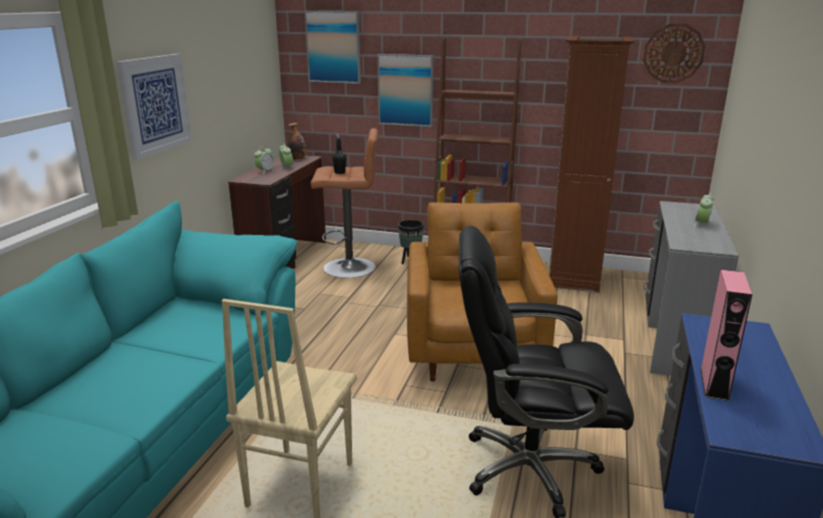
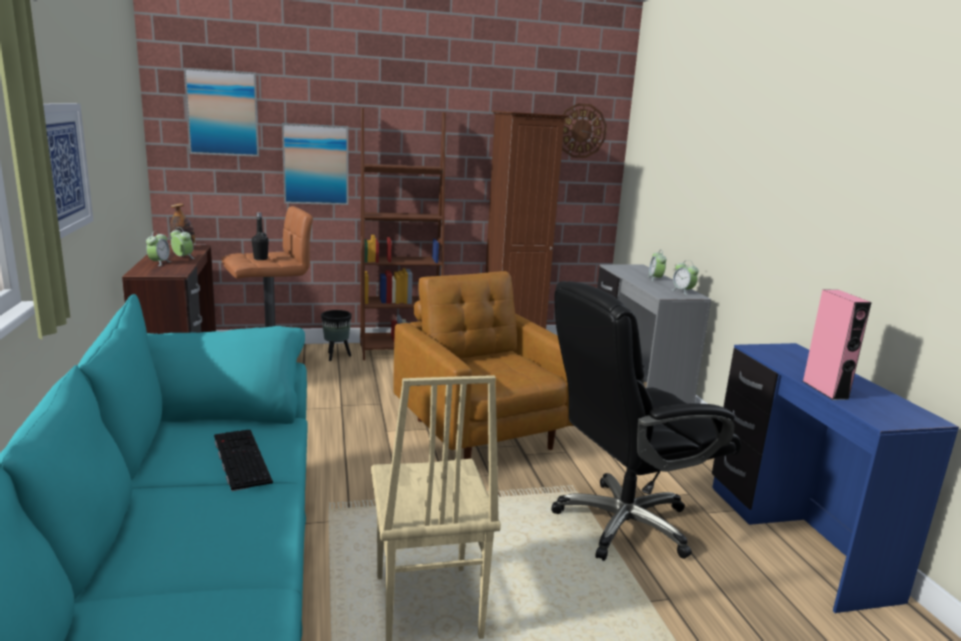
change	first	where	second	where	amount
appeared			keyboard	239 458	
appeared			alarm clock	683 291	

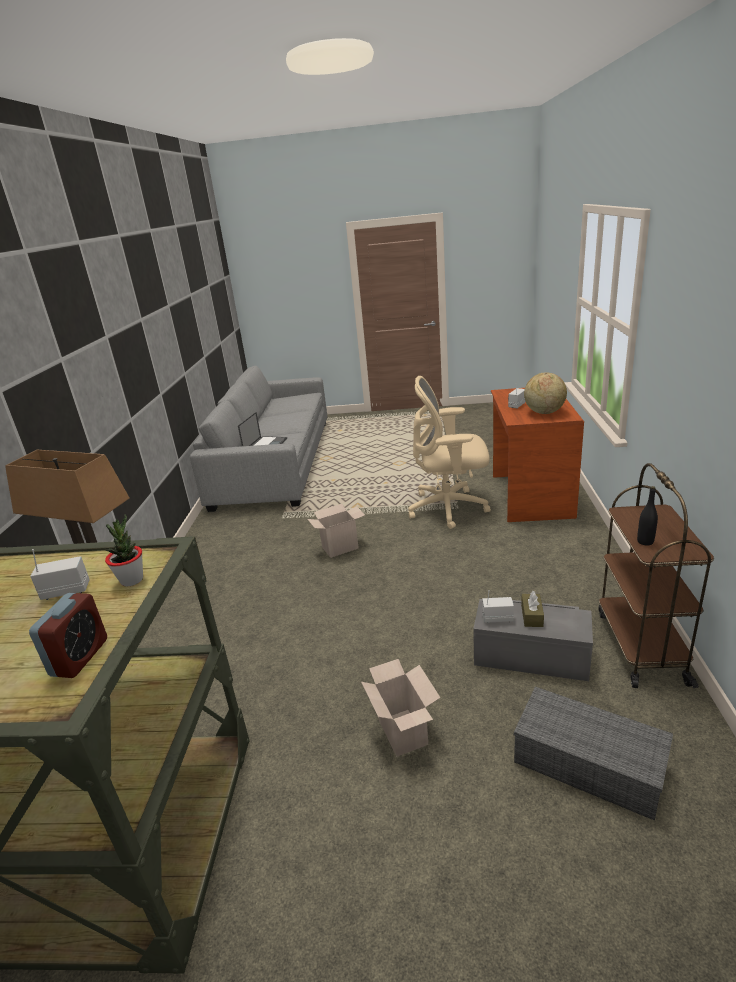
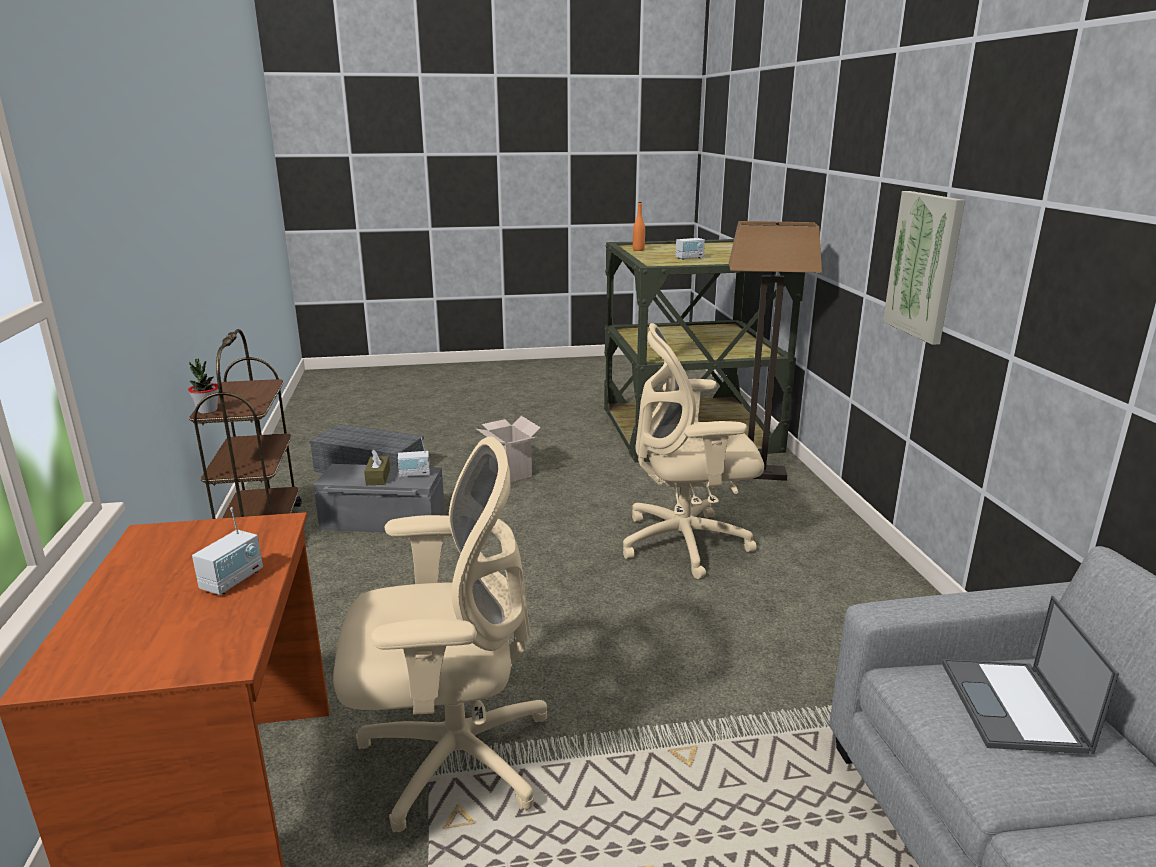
change	first	where	second	where	amount
missing	cardboard box	340 547			
missing	globe	544 412			
missing	black bottle	645 541			
appeared			beige office chair	691 540	
appeared			picture	924 265	
relocated	potted plant	132 580		207 410	
exchanged	alarm clock	80 657	orange bottle	638 250	

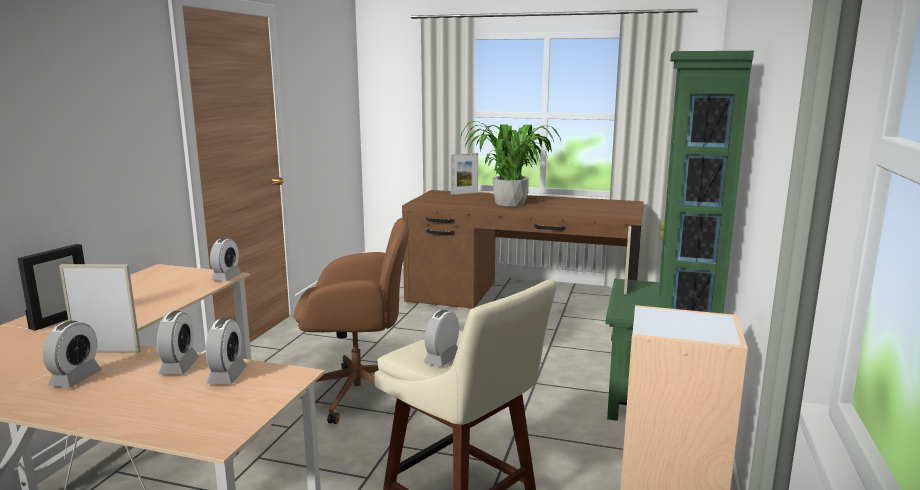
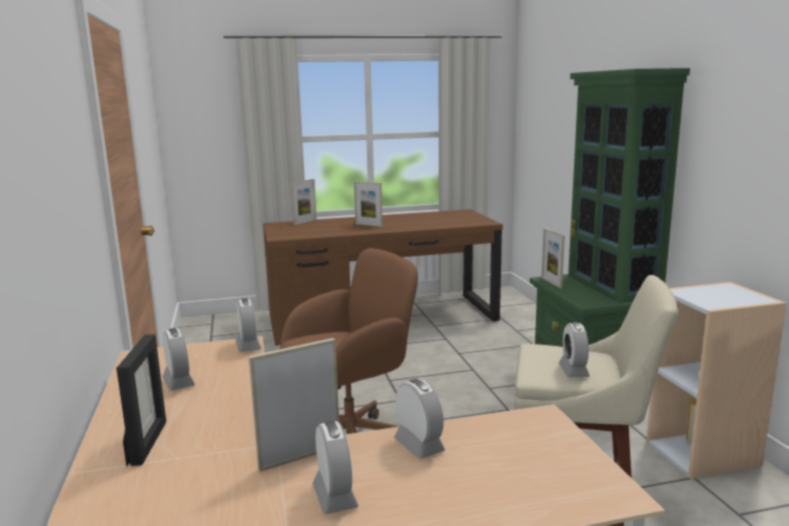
change	first	where	second	where	amount
relocated	alarm clock	227 375		179 382	
exchanged	potted plant	510 203	picture frame	368 225	

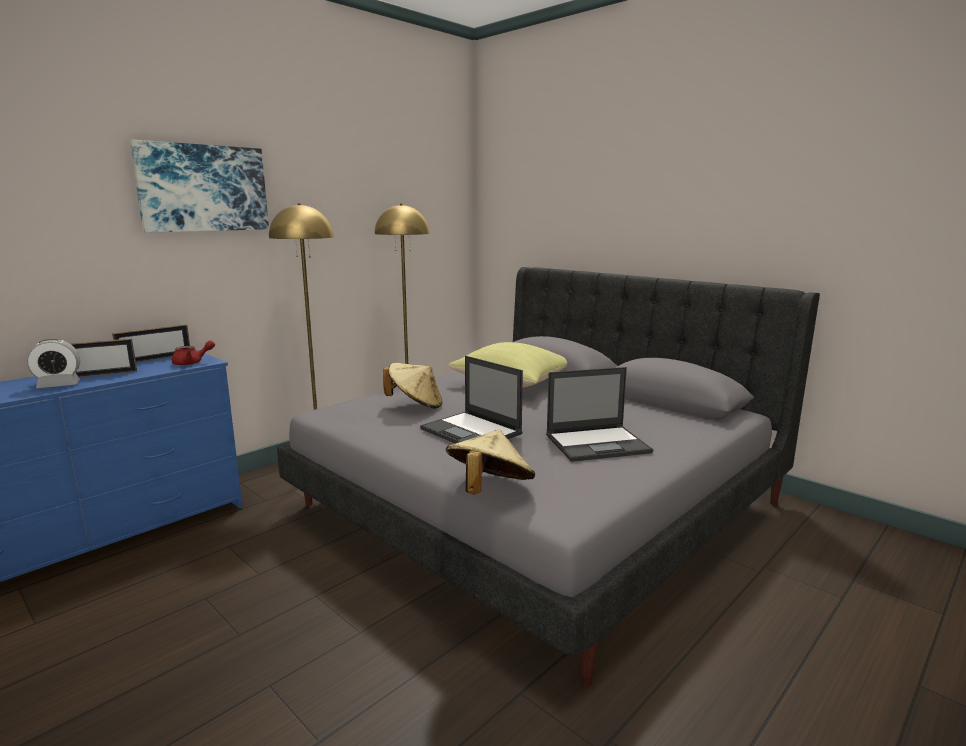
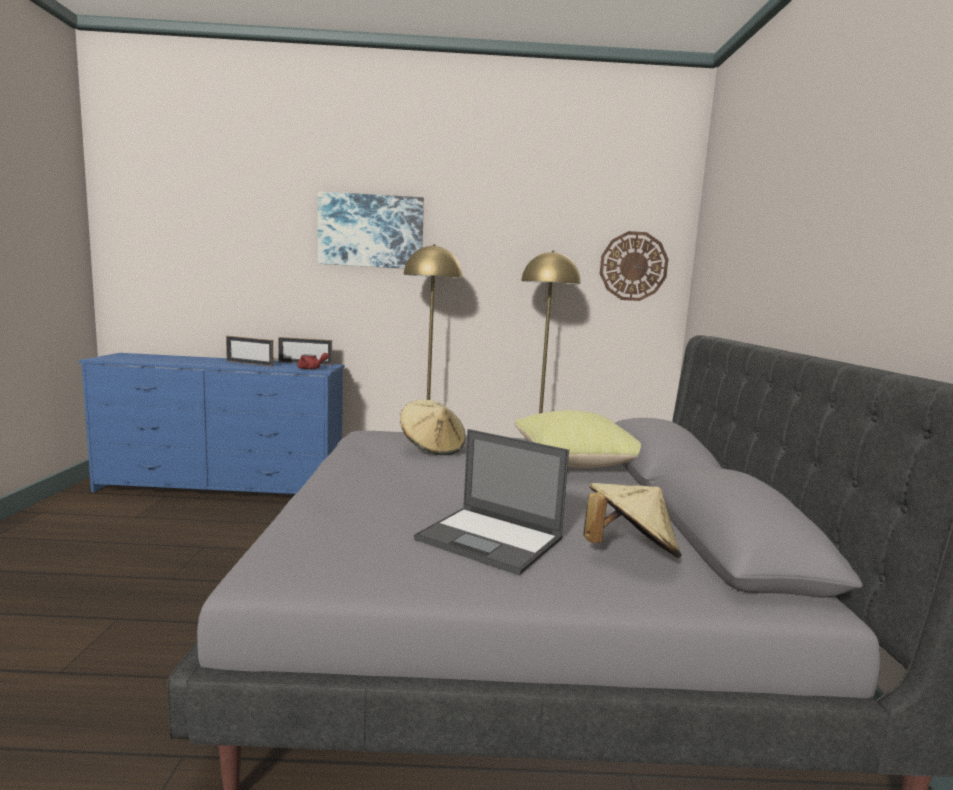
change	first	where	second	where	amount
missing	alarm clock	58 385			
missing	laptop	472 431			
appeared			wall clock	633 266	
relocated	beige hat	489 490		629 552	

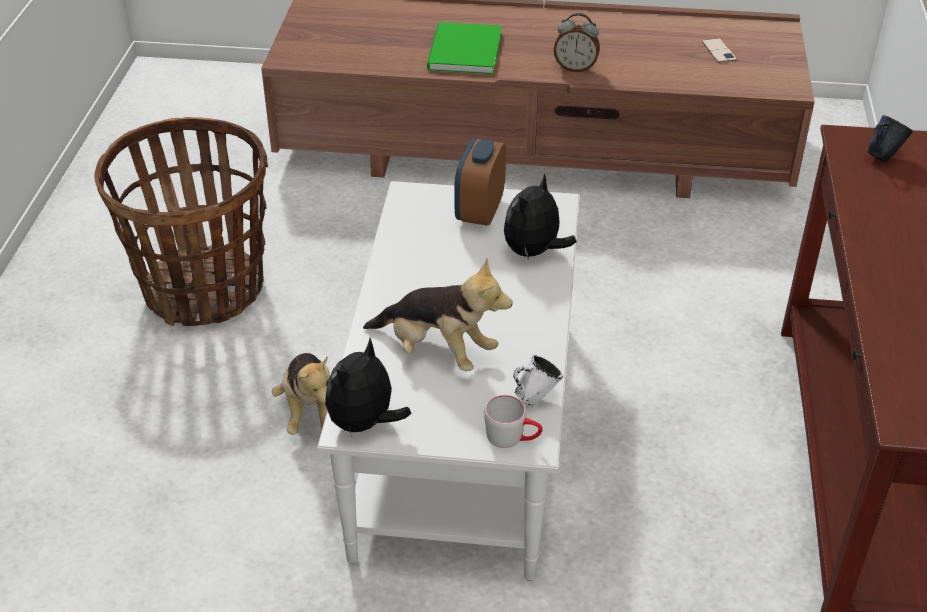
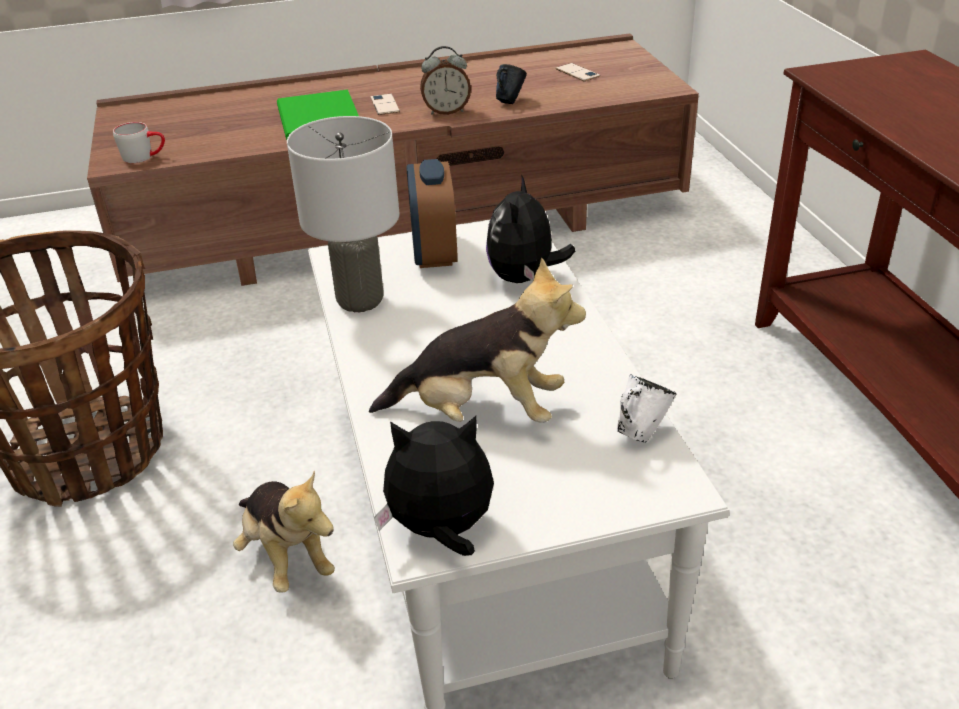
change	first	where	second	where	amount
appeared			white table lamp	362 302	
appeared			phone	385 105	
relocated	grey mug	513 437		145 157	
relocated	blue mug	883 156		509 101	
spun	plush toy	364 423		441 531	75 degrees clockwise

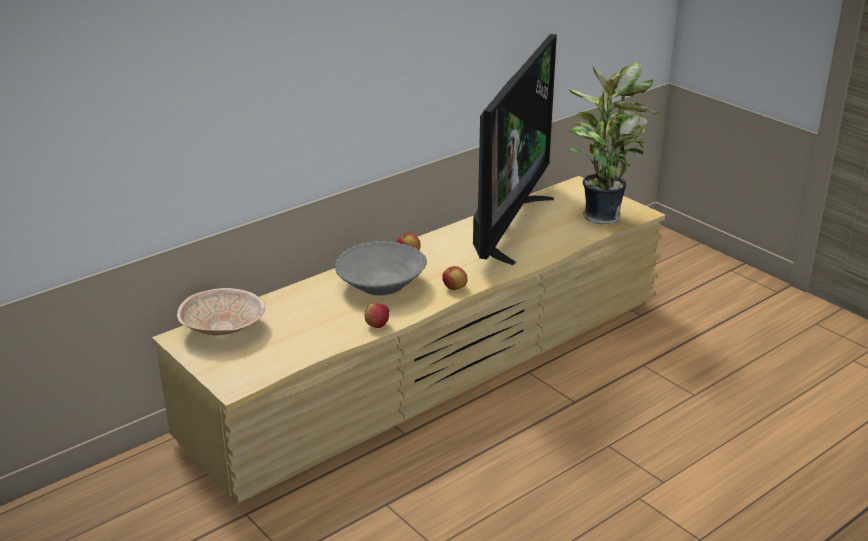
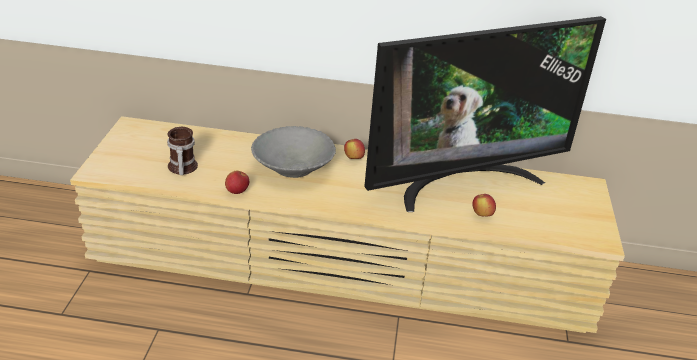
change	first	where	second	where	amount
missing	beige bowl	224 329			
missing	potted plant	603 215			
appeared			mug	181 168	
relocated	apple	454 288		482 214	

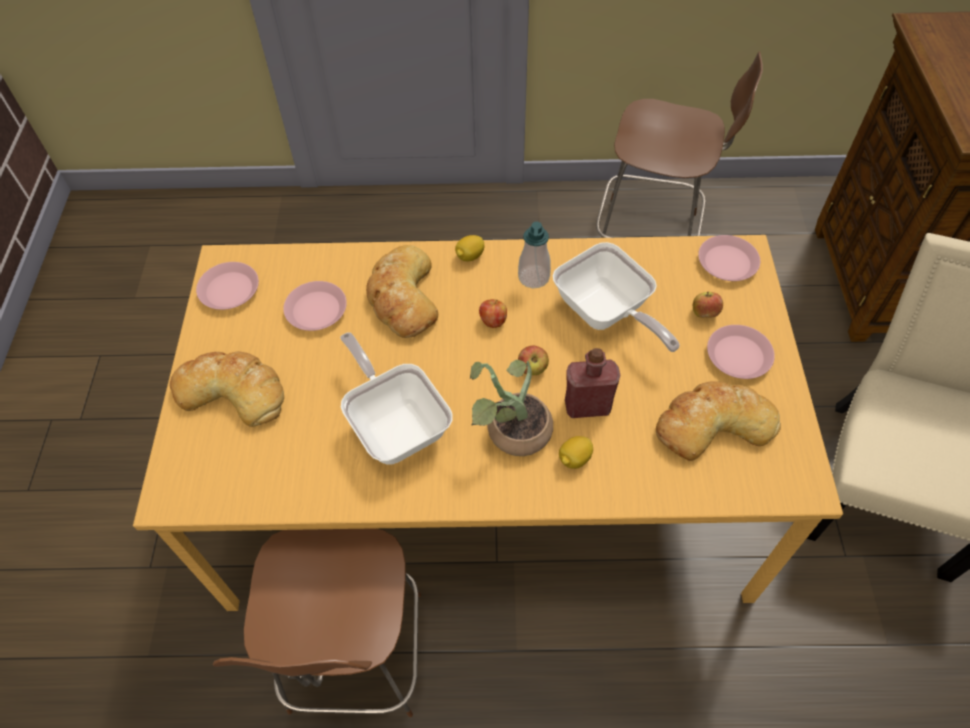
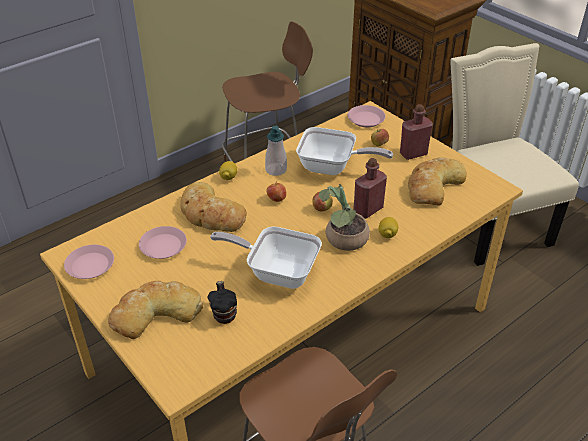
change	first	where	second	where	amount
appeared			mug	224 313	
exchanged	pink plate	738 356	red bottle	413 154	

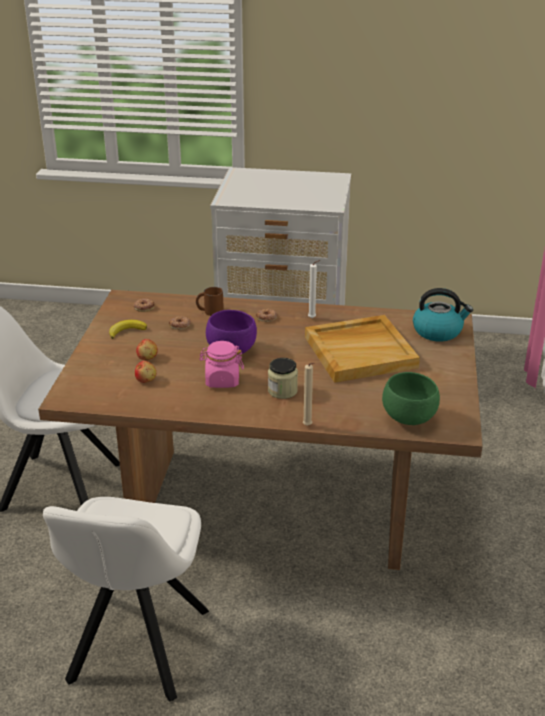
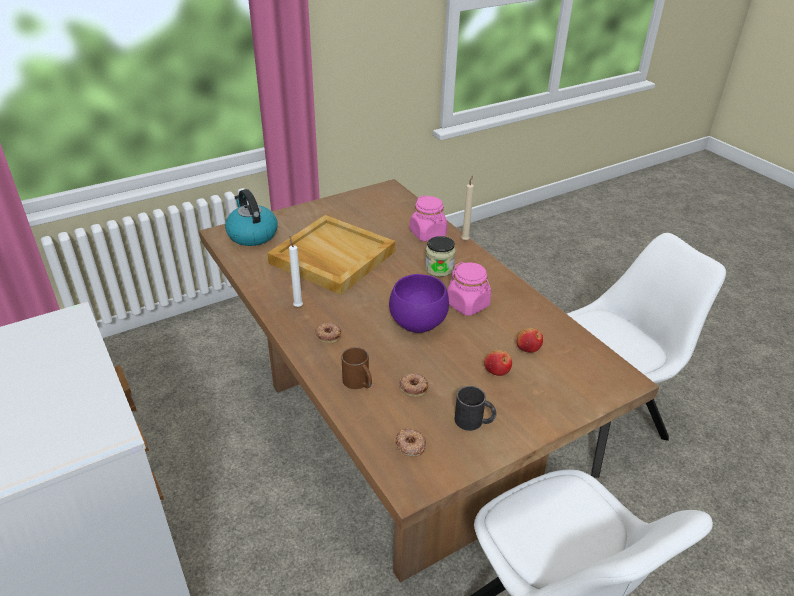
change	first	where	second	where	amount
missing	green bowl	410 418			
appeared			pink jar	428 234	
exchanged	banana	126 331	black mug	474 421	

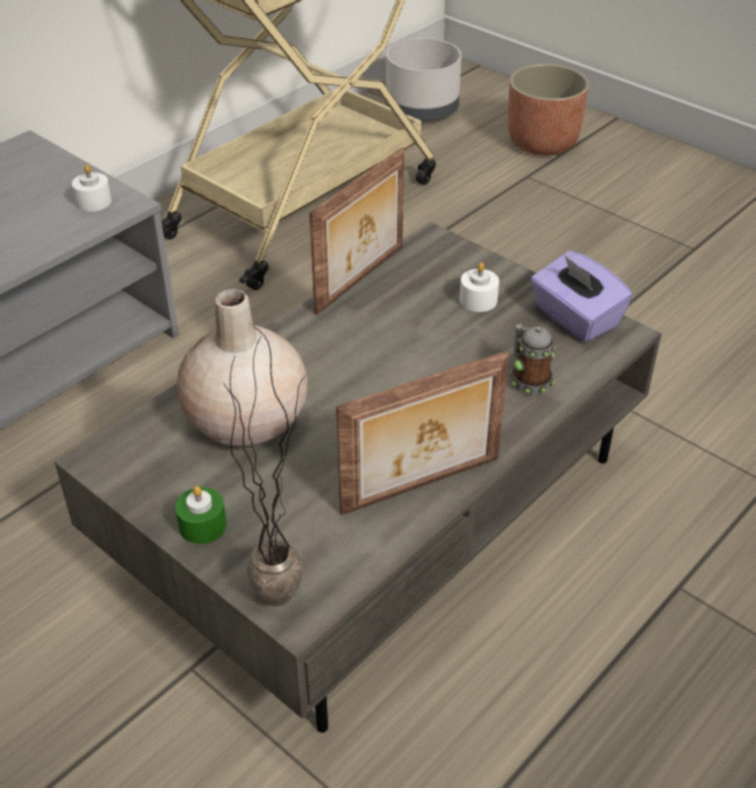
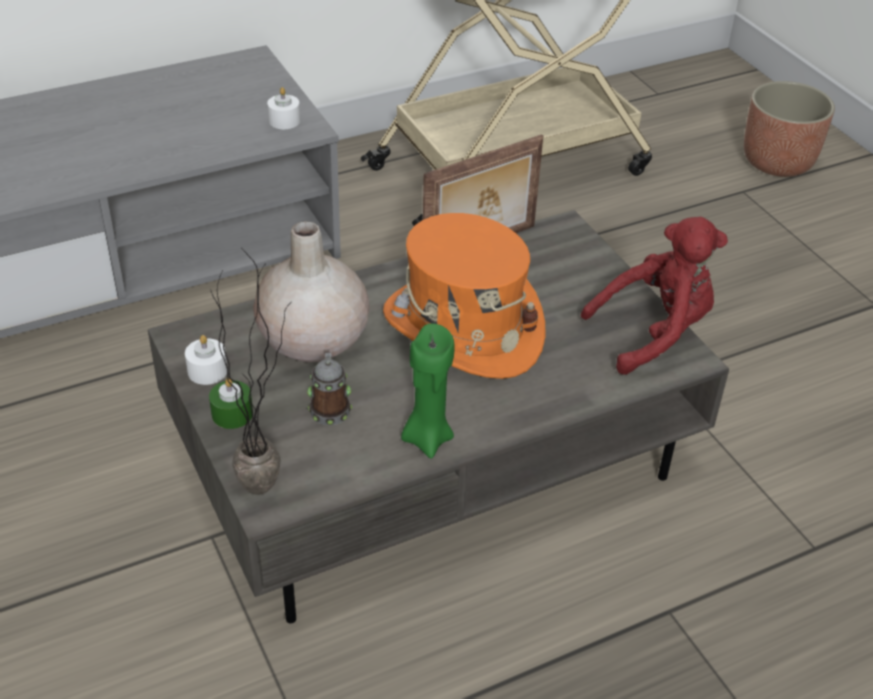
change	first	where	second	where	amount
missing	grey planter	423 110			
appeared			orange hat	462 329	
relocated	white candle	478 300		207 371	
relocated	mug	528 379		330 408	
exchanged	picture frame	422 487	green candle	427 438	
exchanged	purple tissue box	575 318	red plush toy	654 333	

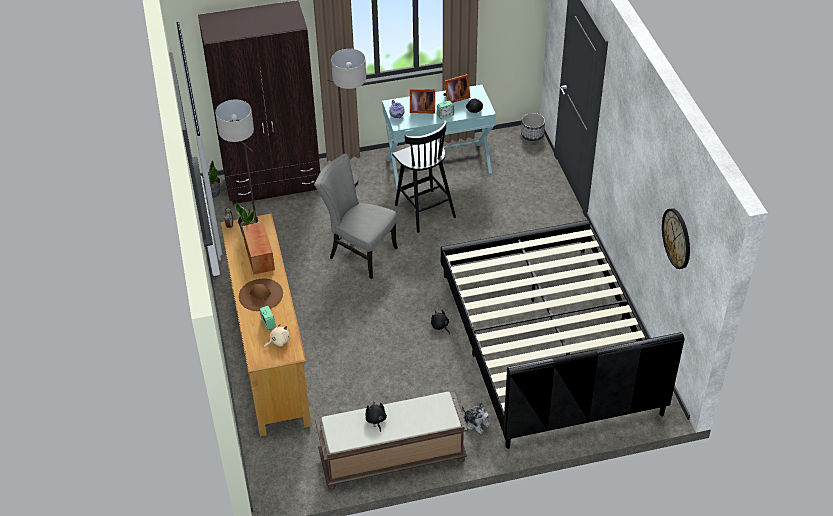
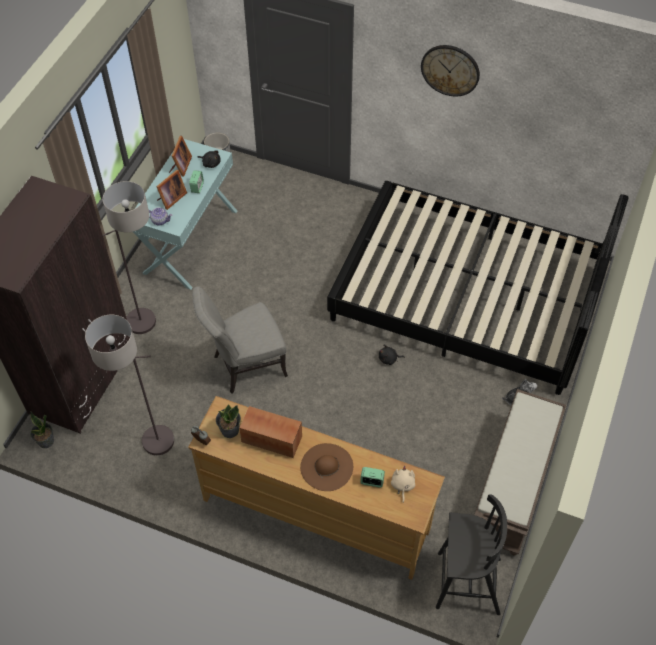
change	first	where	second	where	amount
missing	black plush toy	376 420			
relocated	black stool	423 209		465 583	
relocated	wall clock	677 238		450 70	

